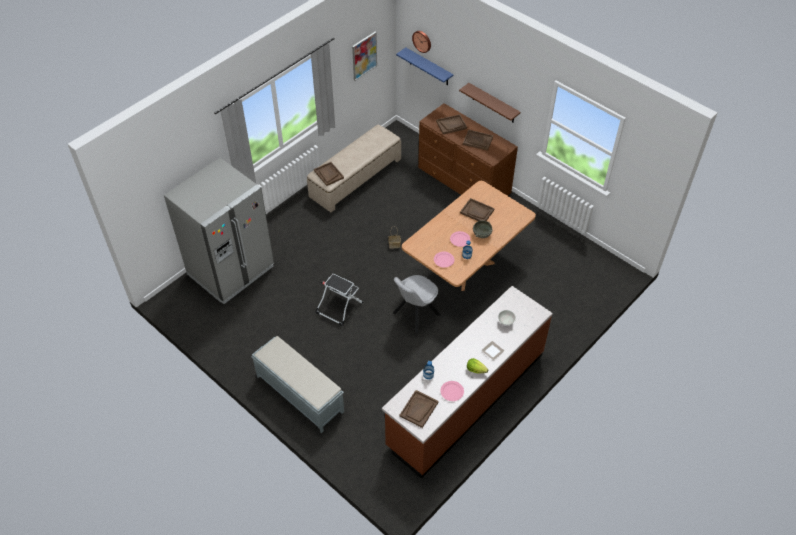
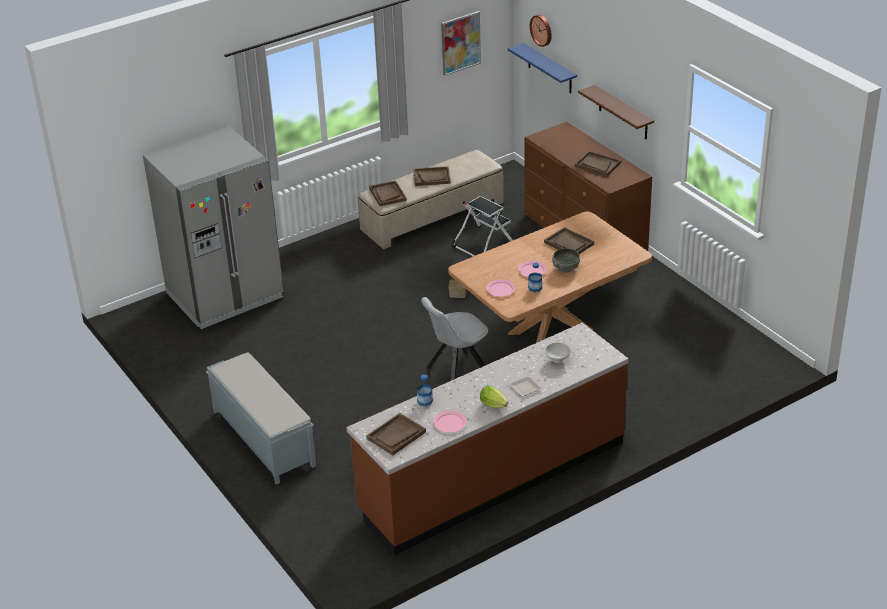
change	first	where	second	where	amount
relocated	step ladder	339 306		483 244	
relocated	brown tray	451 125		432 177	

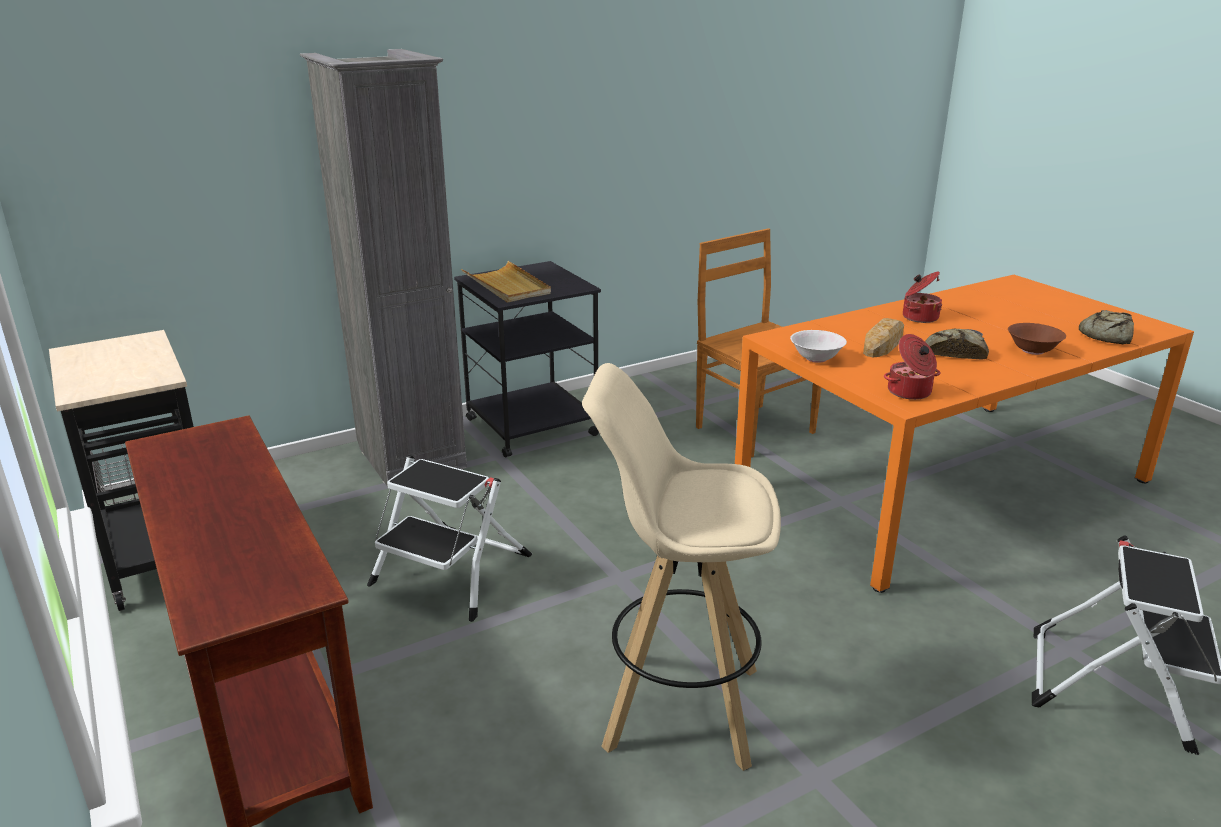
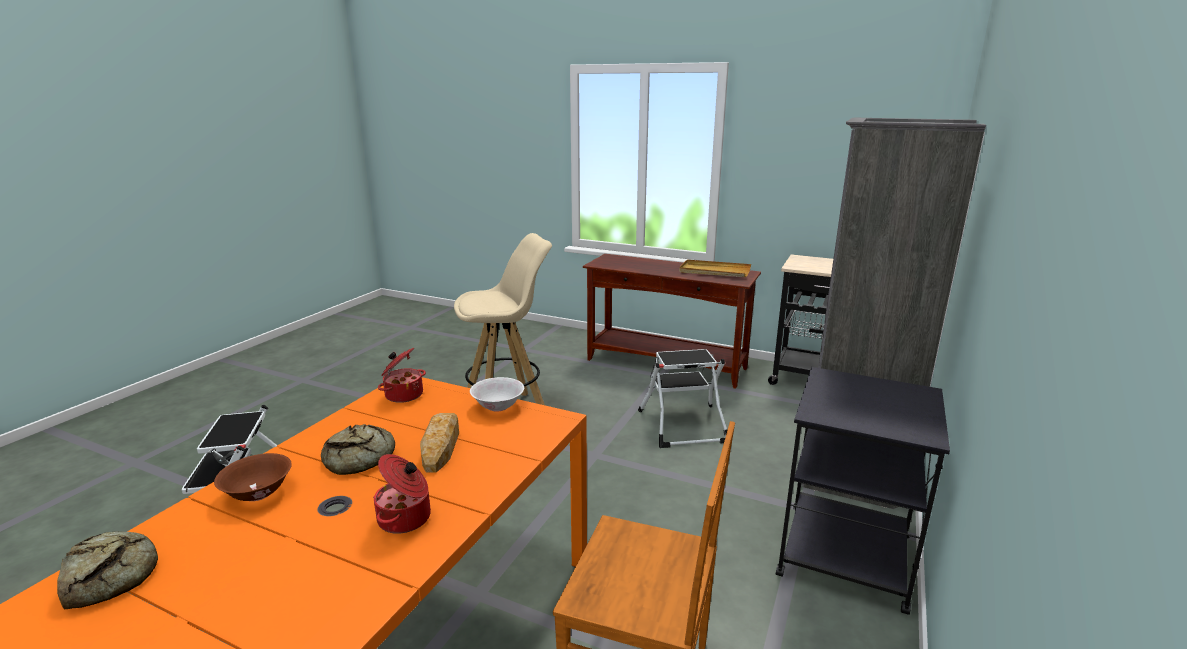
change	first	where	second	where	amount
relocated	beige tray	507 286		714 271	

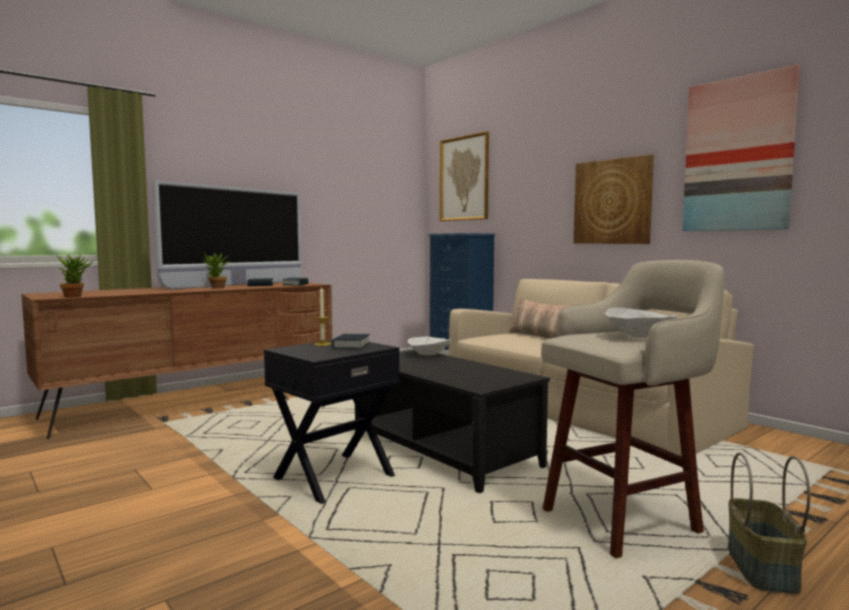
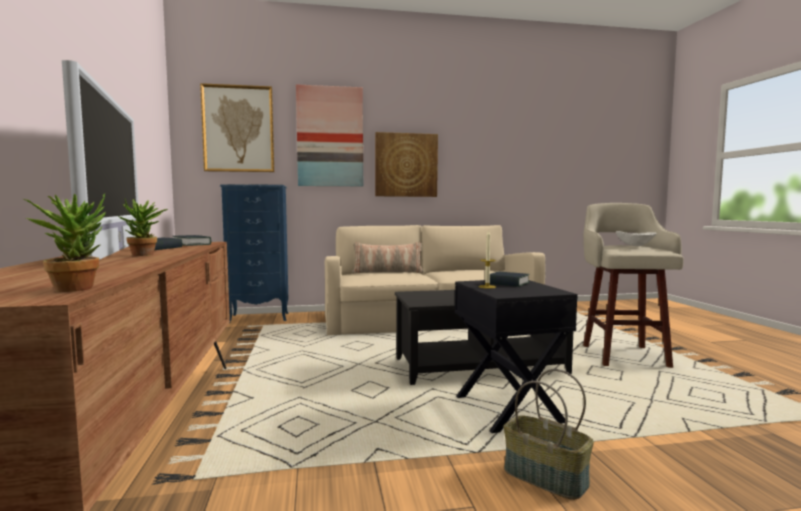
change	first	where	second	where	amount
missing	white bowl	428 355			
relocated	picture	738 155		330 137	
relocated	basket	760 567		544 477	

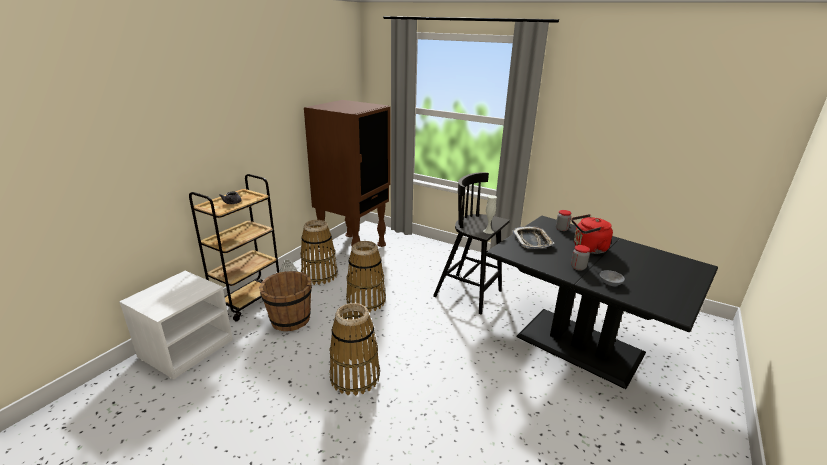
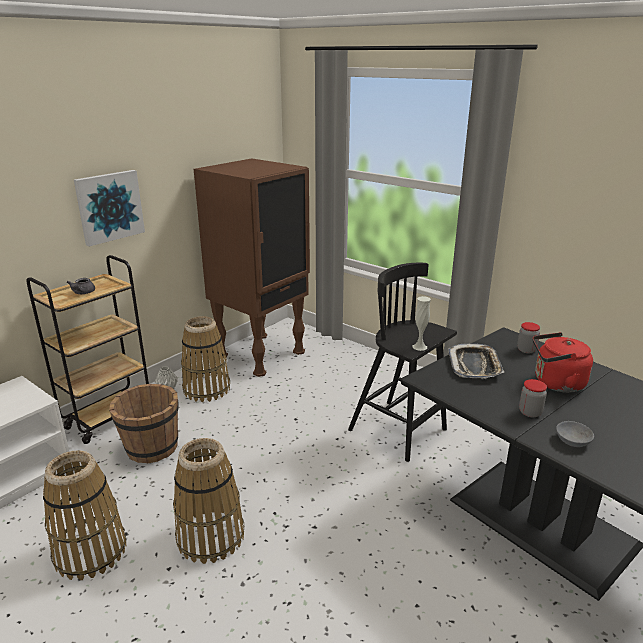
change	first	where	second	where	amount
appeared			picture	109 207	
relocated	basket	366 301		90 551	

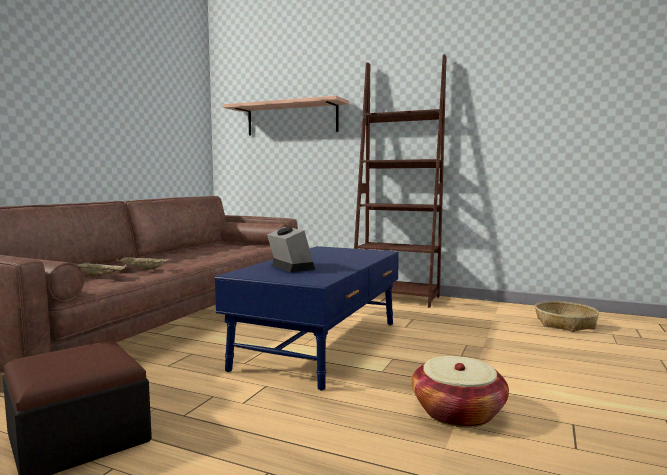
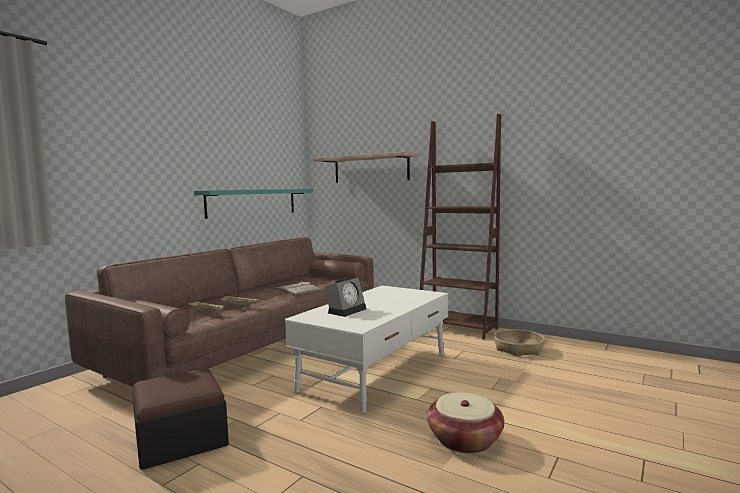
change	first	where	second	where	amount
appeared			turquoise shelf	252 202	
appeared			white book	298 289	
relocated	basket	565 323		518 349	
colour	blue coffee table	320 344	white coffee table	376 372	
spun	alarm clock	289 267		346 310	60 degrees clockwise

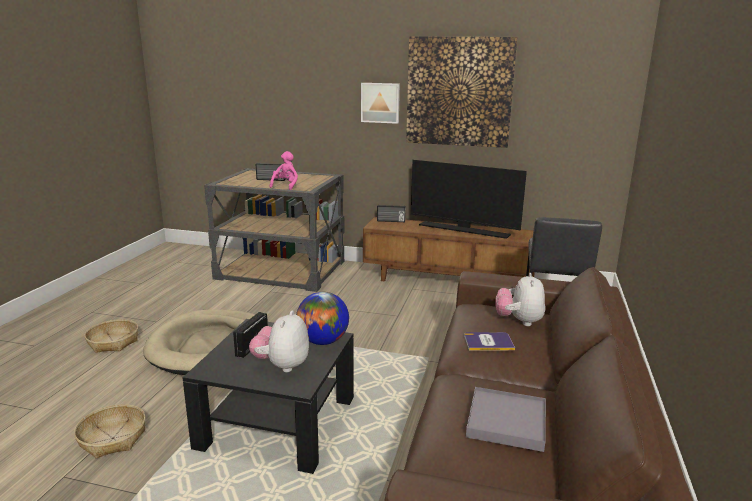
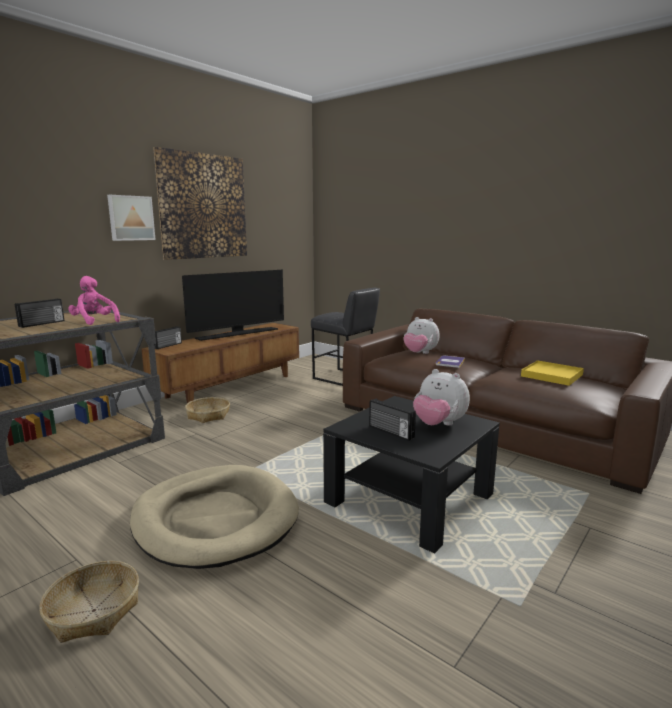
change	first	where	second	where	amount
missing	globe	323 341			
relocated	basket	112 438		208 415	
colour	grey tray	506 422	yellow tray	552 375	

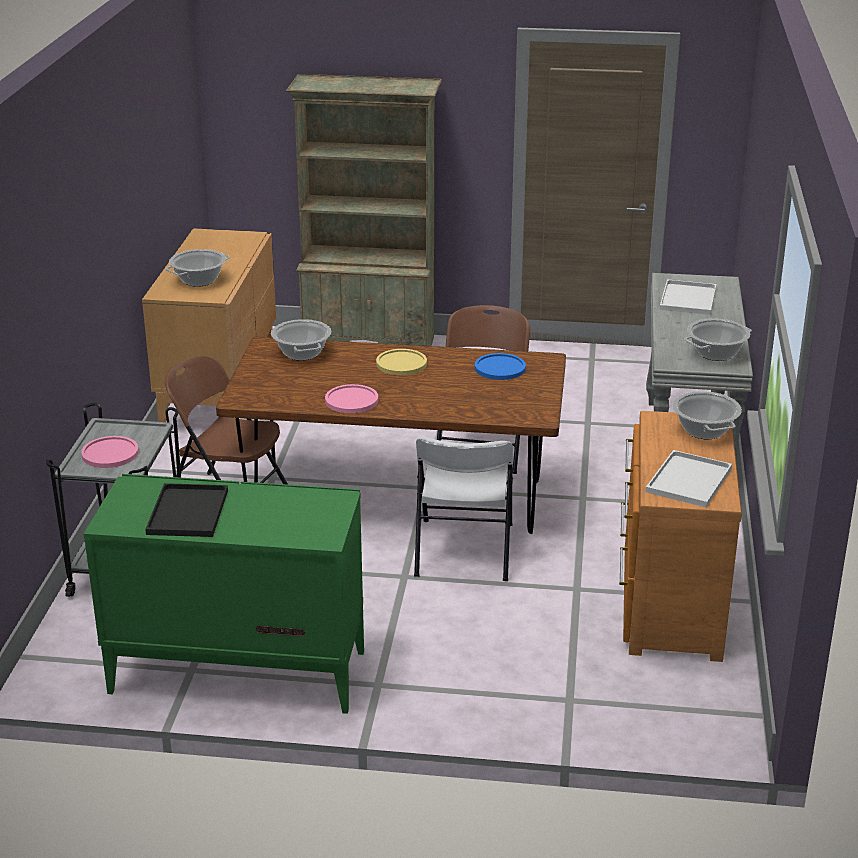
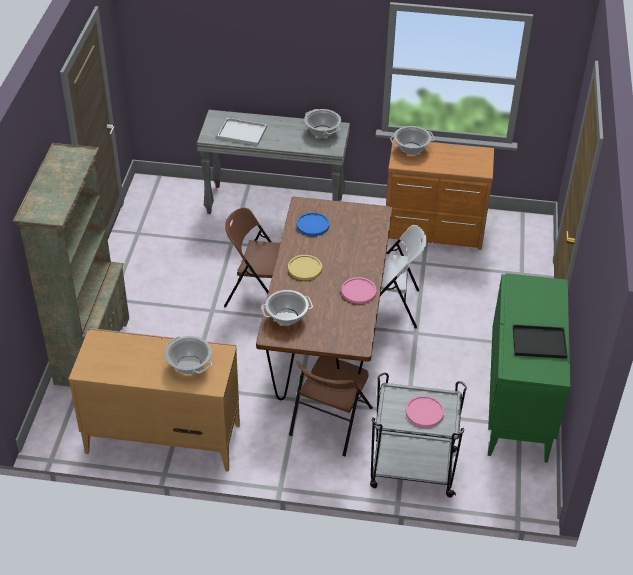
change	first	where	second	where	amount
missing	white tray	688 479			

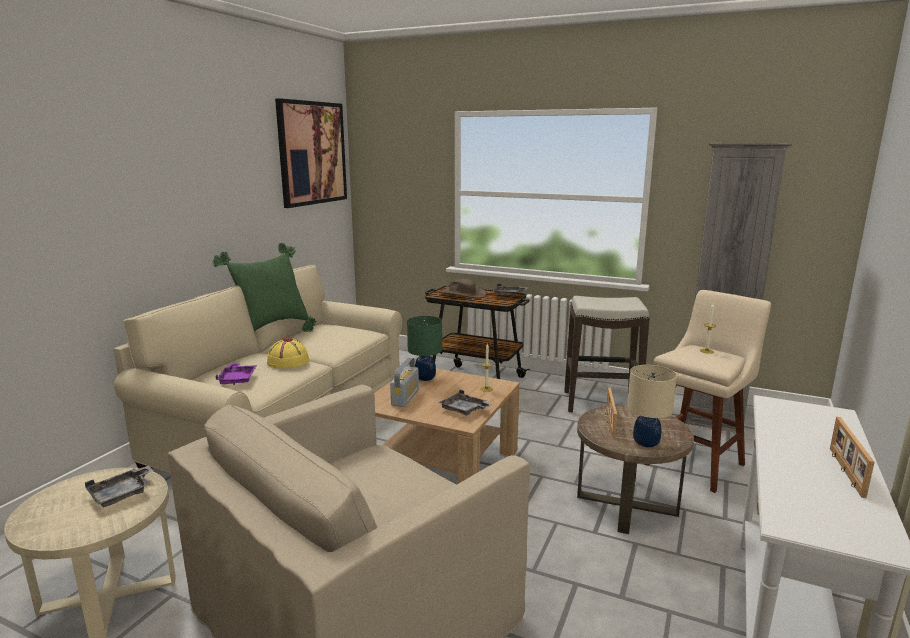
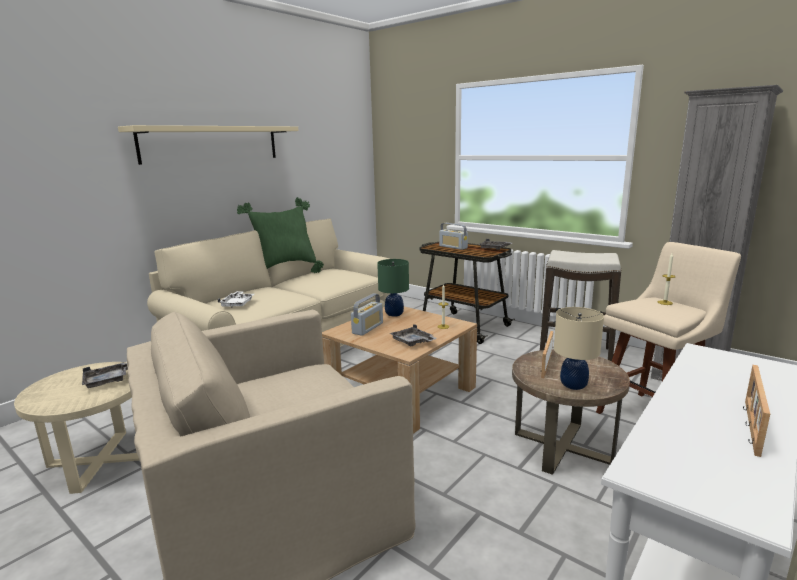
change	first	where	second	where	amount
missing	yellow hat	288 362			
missing	picture	312 153			
appeared			beige shelf	212 144	
exchanged	brown hat	462 294	radio	453 247	
colour	purple tray	237 379	white tray	238 304	

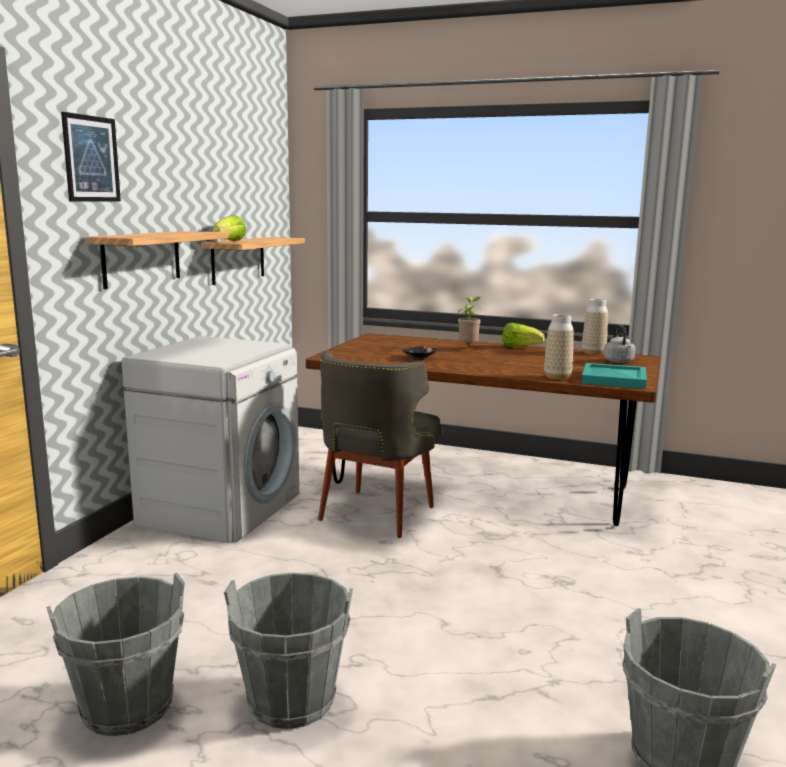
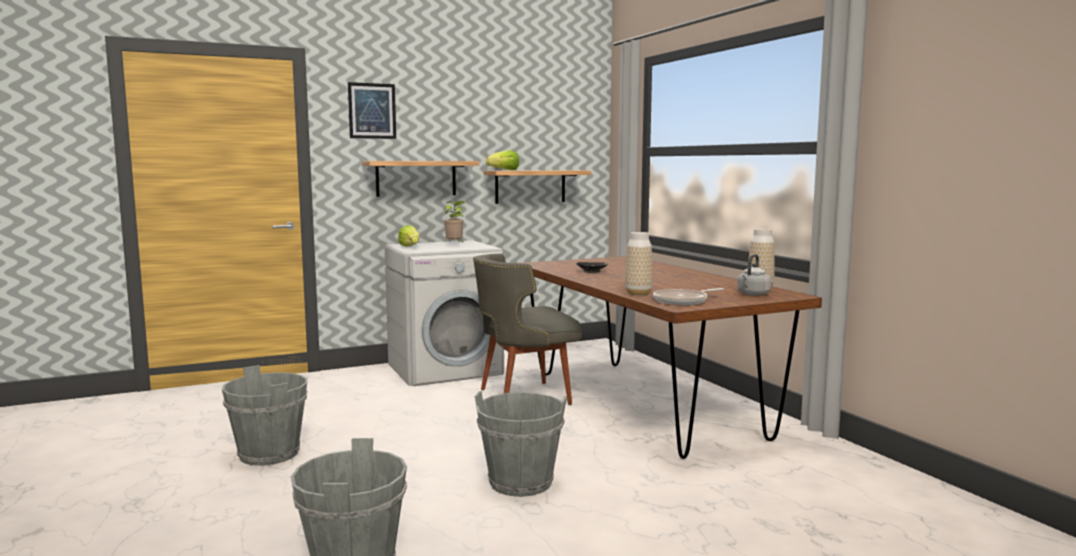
change	first	where	second	where	amount
relocated	grey bucket	127 707		520 483	
relocated	potted plant	468 348		455 245	
relocated	lettuce	520 347		410 247	
exchanged	turquoise tray	615 379	frying pan	683 301	

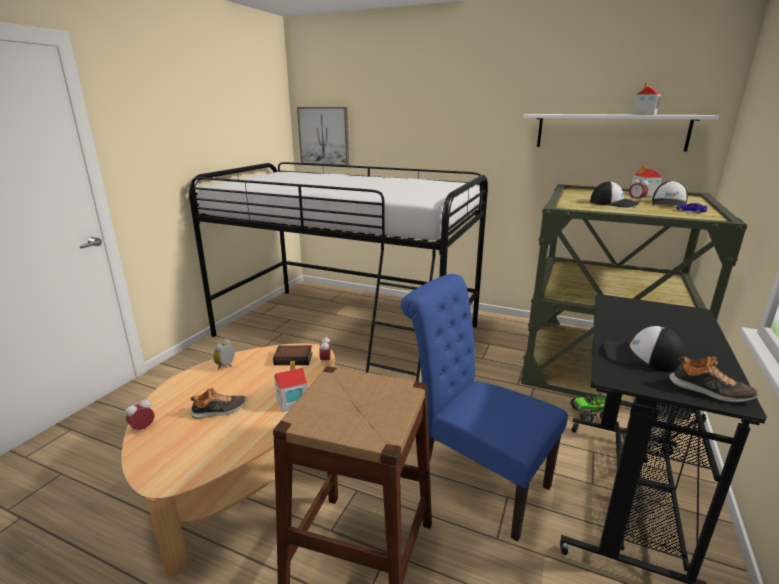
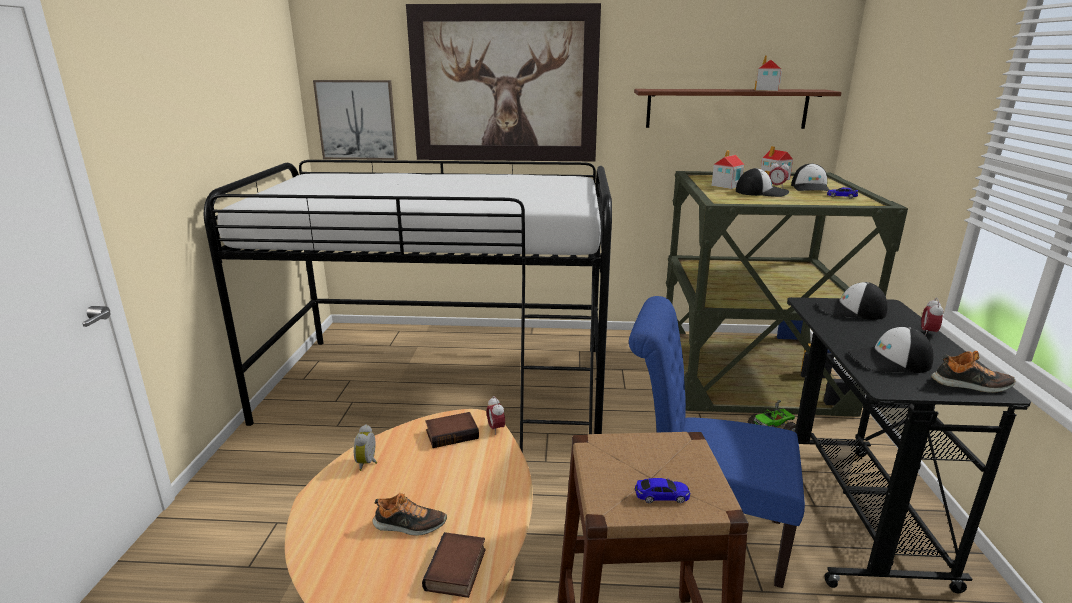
change	first	where	second	where	amount
appeared			picture	504 85	
appeared			book	457 570	
appeared			toy car	662 496	
appeared			cap	850 310	
relocated	alarm clock	143 428		928 333	
relocated	toy house	292 401		726 186	
colour	white shelf	610 131	brown shelf	726 108	
spun	shoe	219 411		409 525	45 degrees clockwise

